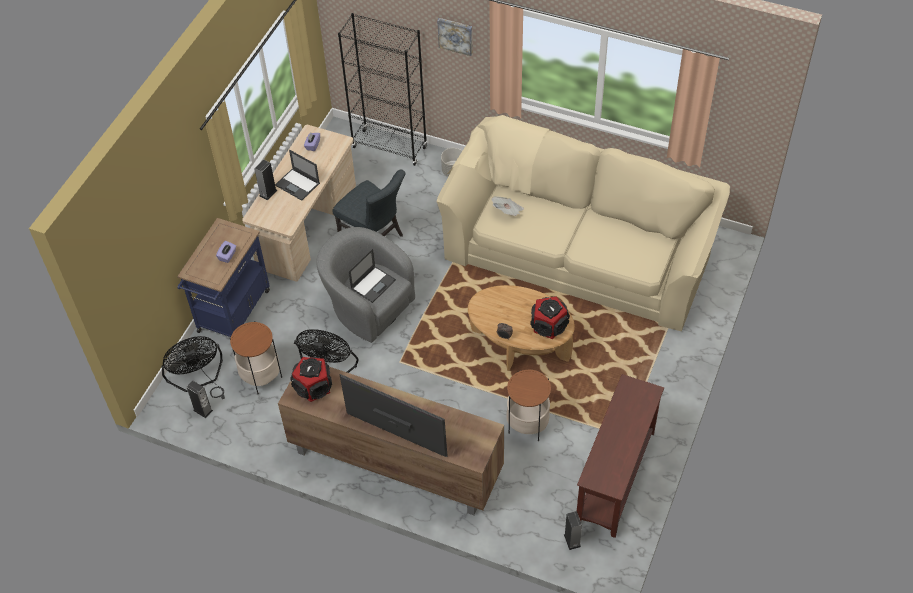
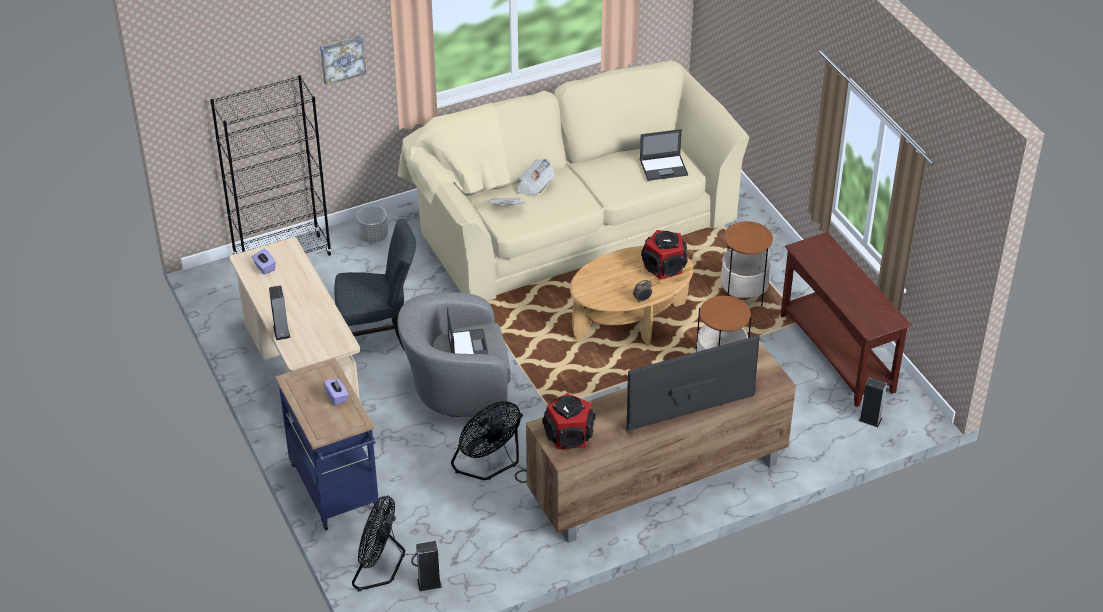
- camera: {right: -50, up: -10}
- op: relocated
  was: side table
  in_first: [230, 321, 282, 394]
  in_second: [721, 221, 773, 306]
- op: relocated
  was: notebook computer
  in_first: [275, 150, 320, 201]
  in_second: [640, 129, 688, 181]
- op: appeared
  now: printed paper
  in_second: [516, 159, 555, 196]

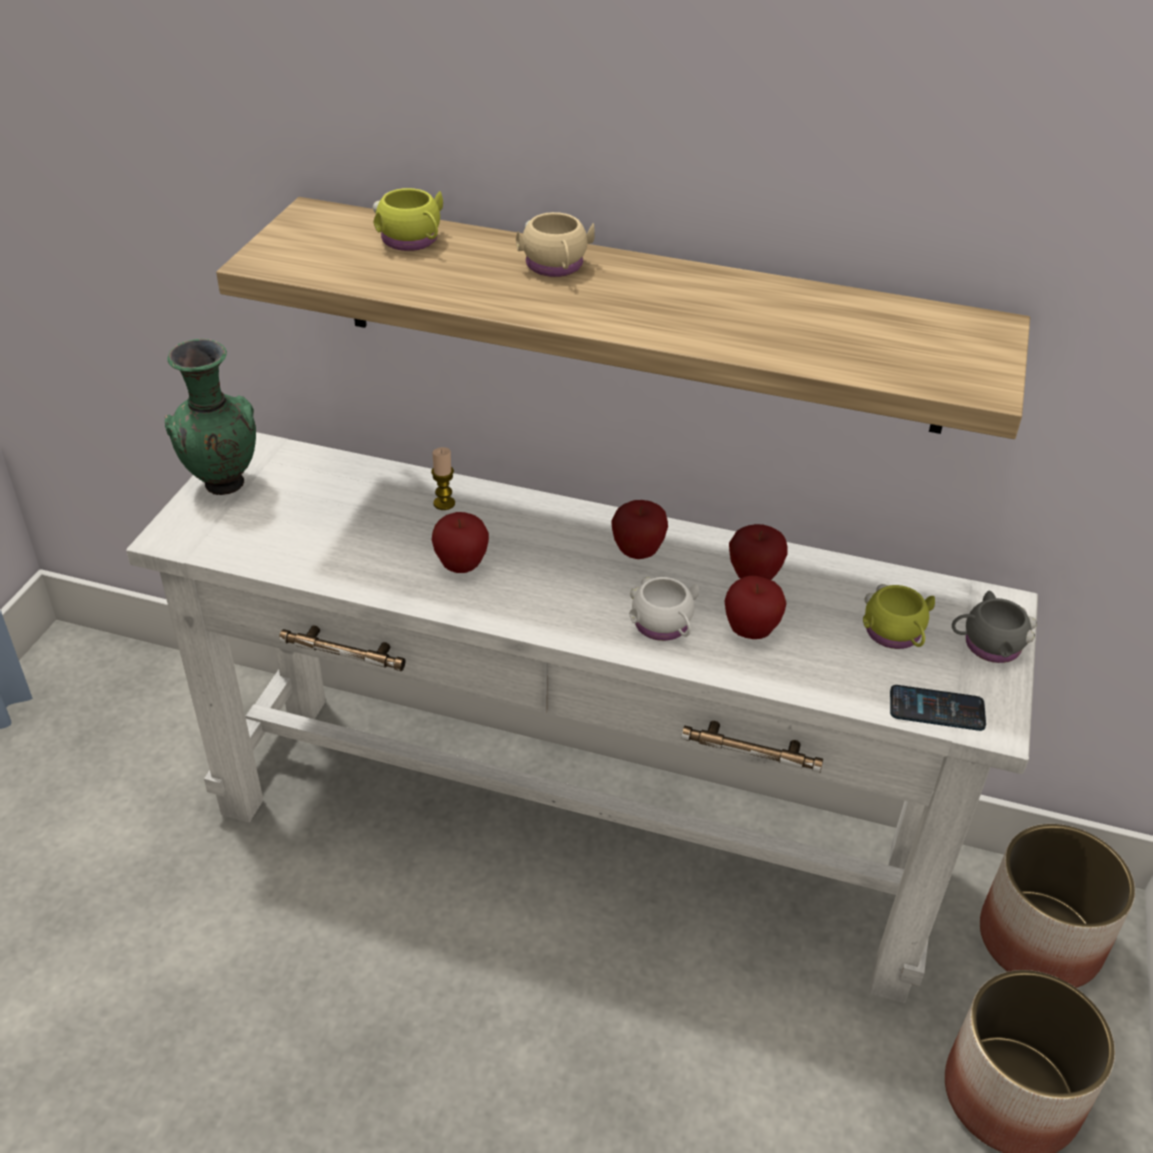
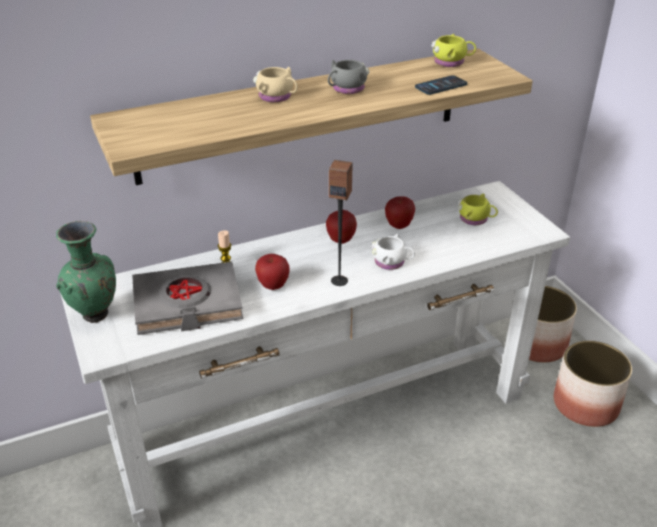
- camera: {right: -40, up: -5}
- op: relocated
  was: coffee mug (yellow-coloured)
  in_first: [373, 188, 443, 251]
  in_second: [431, 34, 476, 67]
- op: missing
  was: whole apple
  in_first: [724, 576, 787, 639]
- op: relocated
  was: handset
  in_first: [890, 685, 986, 731]
  in_second: [415, 75, 467, 95]
- op: relocated
  was: coffee mug (greyish)
  in_first: [952, 591, 1037, 663]
  in_second: [328, 60, 370, 94]
- op: appeared
  now: bound book (greyish)
  in_second: [132, 261, 243, 335]
- op: appeared
  now: speaker
  in_second: [329, 160, 353, 286]

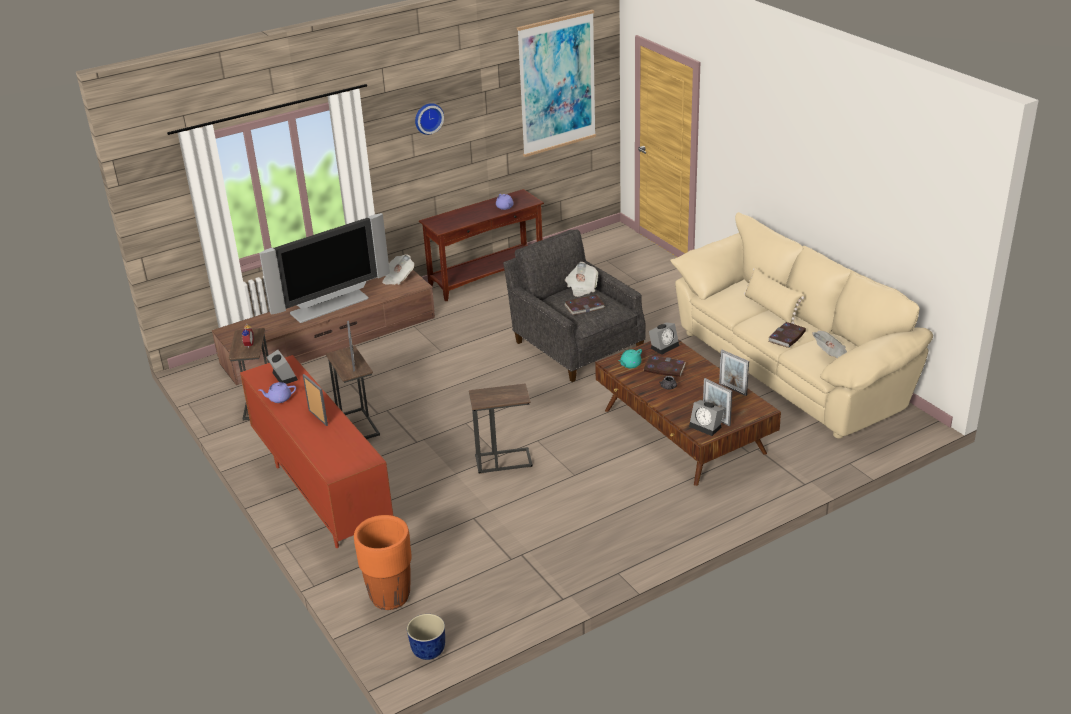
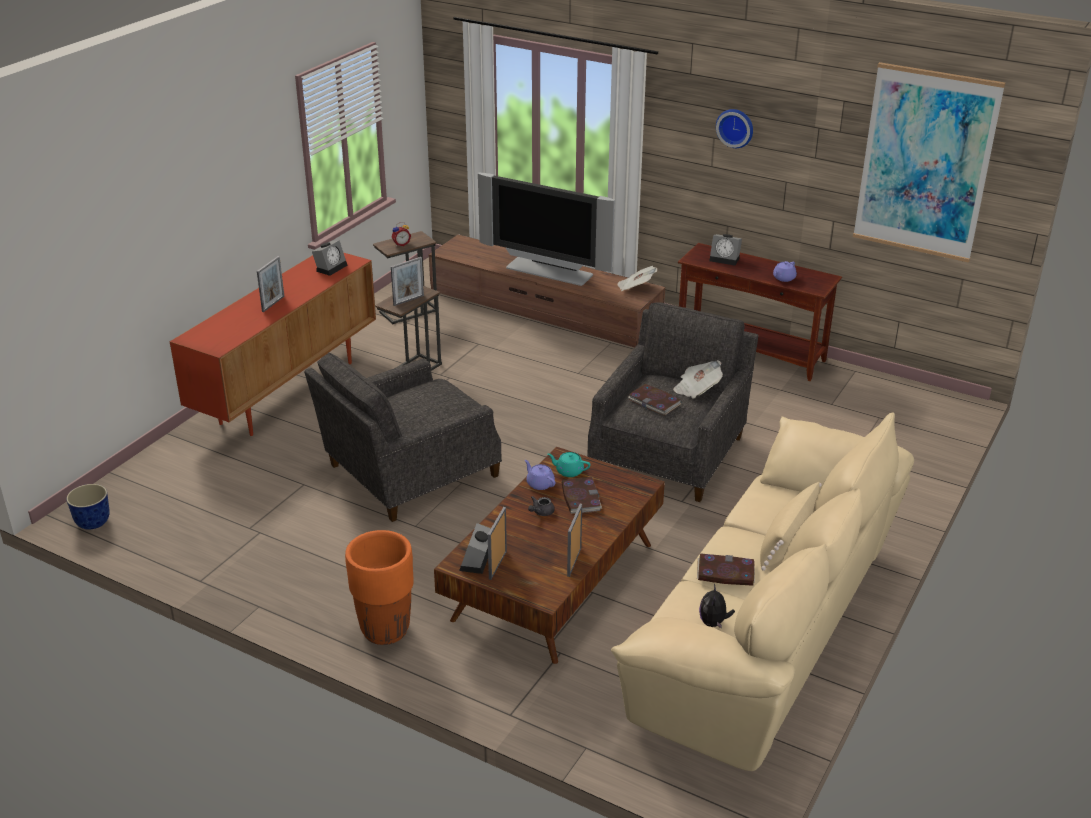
- camera: {right: 60, up: 0}
- op: relocated
  was: pot for tea (purplish)
  in_first: [259, 382, 296, 403]
  in_second: [525, 460, 555, 490]
- op: relocated
  was: flower pot (orange-coloured)
  in_first: [354, 515, 412, 610]
  in_second: [345, 530, 414, 645]
- op: exchanged
  was: side table (brownish)
  now: armchair (greyish)
  in_first: [469, 384, 533, 474]
  in_second: [304, 352, 502, 522]
- op: relocated
  was: table clock
  in_first: [649, 322, 679, 355]
  in_second: [709, 234, 742, 266]
- op: exchanged
  was: printed paper
  now: cuddly toy
  in_first: [812, 331, 847, 358]
  in_second: [699, 584, 735, 629]

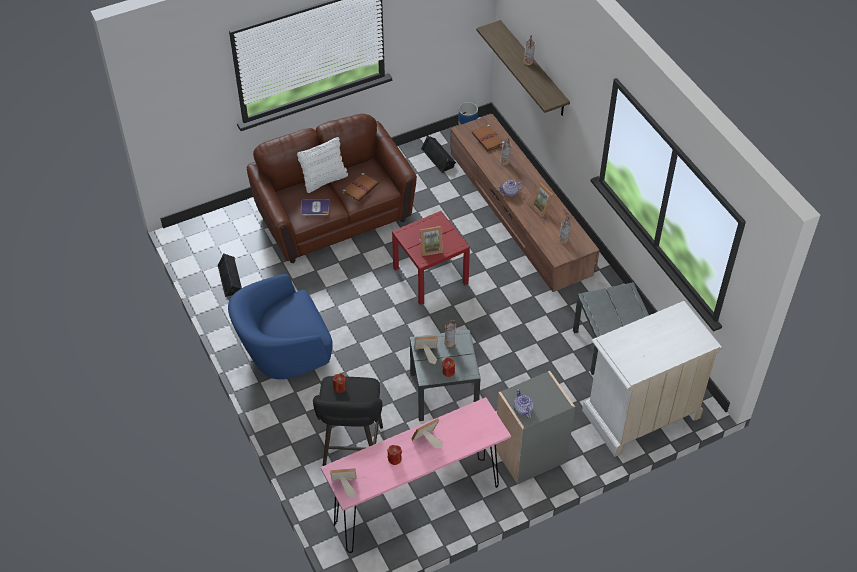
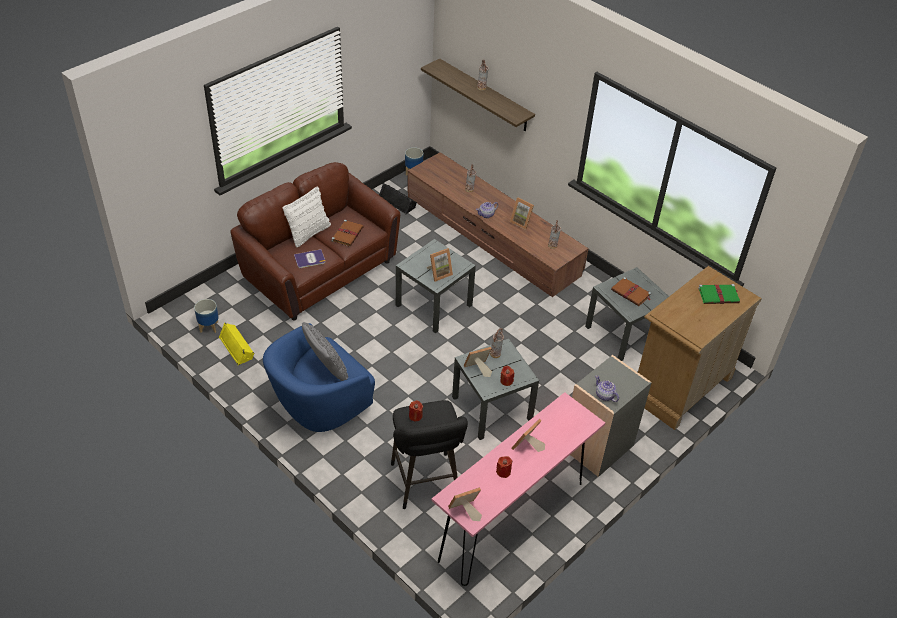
- camera: {right: -20, up: -5}
- op: colour
  was: speaker (blackish)
  now: speaker (yellow-coloured)
  in_first: [218, 253, 242, 297]
  in_second: [219, 323, 255, 365]
- op: colour
  was: side table (reddish)
  now: side table (greyish)
  in_first: [392, 211, 470, 305]
  in_second: [396, 239, 476, 333]
- op: relocated
  was: bound book (brownish)
  in_first: [472, 124, 504, 151]
  in_second: [611, 277, 651, 306]
- op: colour
  was: drawer chest (white-coloured)
  now: drawer chest (brownish)
  in_first: [582, 301, 722, 457]
  in_second: [638, 266, 762, 430]
- op: appeared
  now: flower pot
  in_second: [194, 299, 219, 333]
- op: appeared
  now: throw pillow (greyish)
  in_second: [302, 322, 348, 381]
- op: appeared
  now: bound book (greenish)
  in_second: [698, 284, 740, 304]

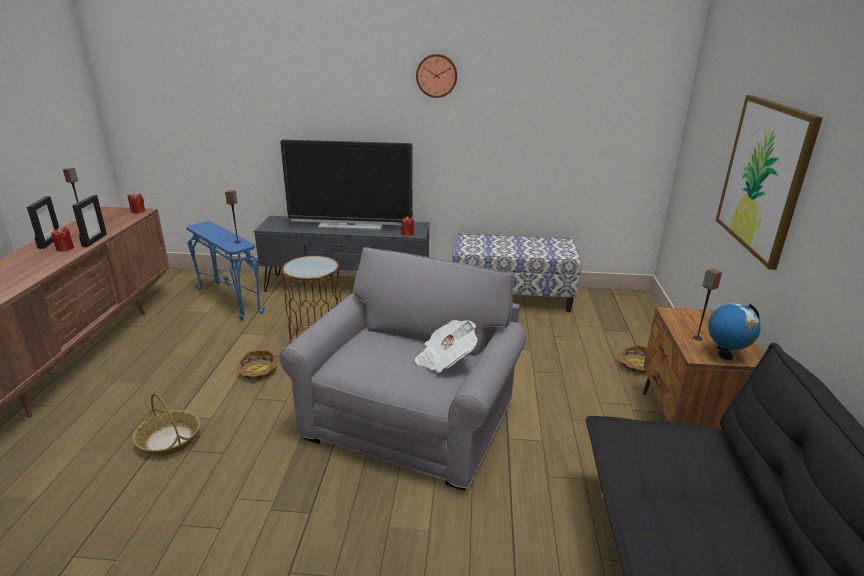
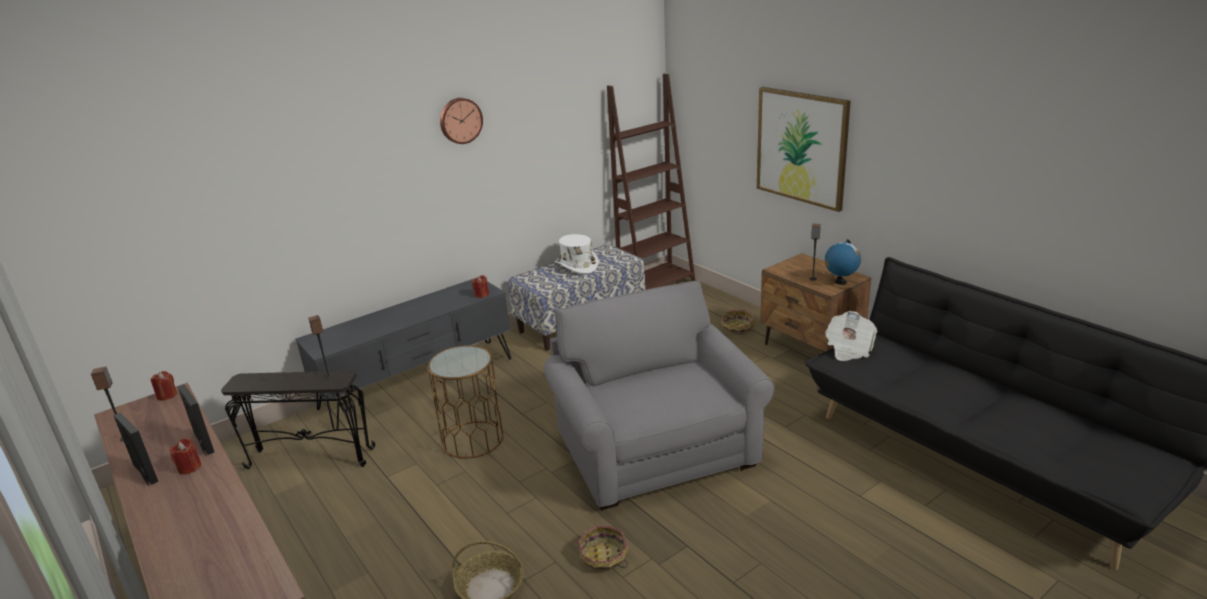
- camera: {right: -40, up: 0}
- op: colour
  was: side table (bluish)
  now: side table (blackish)
  in_first: [186, 221, 265, 320]
  in_second: [221, 370, 375, 469]
- op: relocated
  was: storage basket
  in_first: [237, 350, 277, 383]
  in_second: [578, 525, 629, 571]
- op: missing
  was: television
  in_first: [280, 140, 413, 231]
- op: relocated
  was: printed paper
  in_first: [415, 320, 478, 373]
  in_second: [825, 311, 877, 361]
- op: appeared
  now: wearable hat (white-coloured)
  in_second: [555, 234, 598, 274]
- op: appeared
  now: bookshelf (brownish)
  in_second: [607, 74, 695, 290]

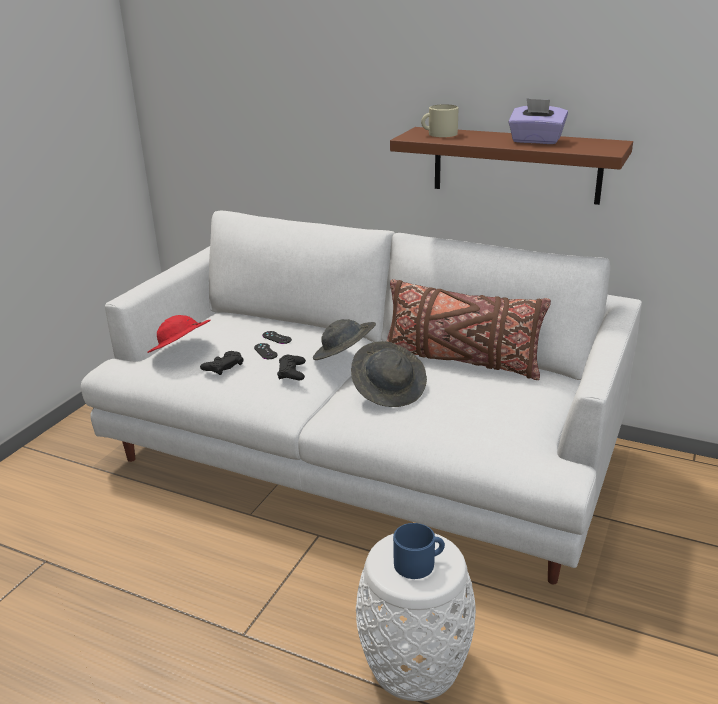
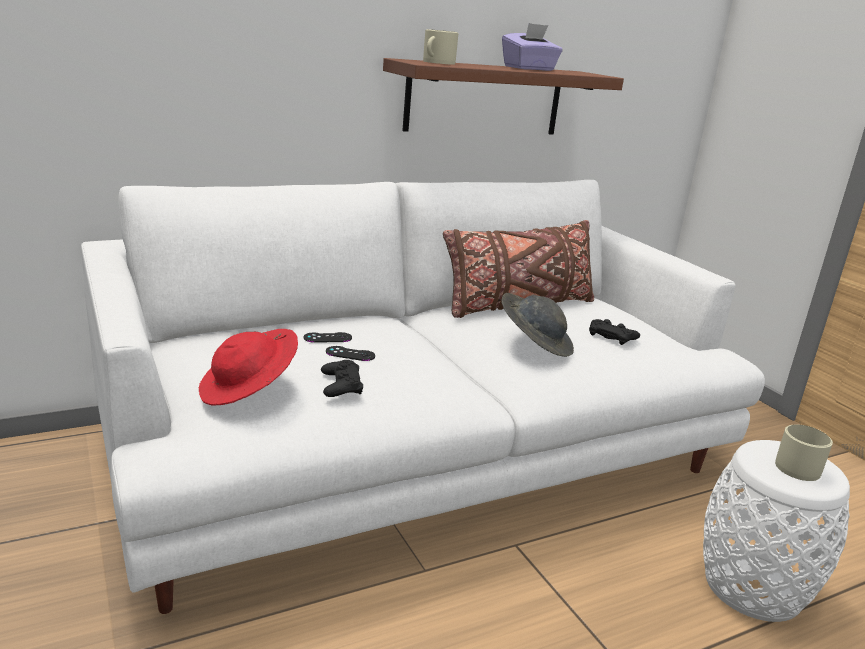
- camera: {right: -55, up: -5}
- op: relocated
  was: game controller (blackish)
  in_first: [277, 355, 306, 380]
  in_second: [589, 319, 640, 345]
- op: missing
  was: wearable hat (greyish)
  in_first: [313, 319, 376, 360]
- op: colour
  was: coffee mug (bluish)
  now: coffee mug (beige)
  in_first: [393, 523, 445, 579]
  in_second: [775, 424, 833, 481]

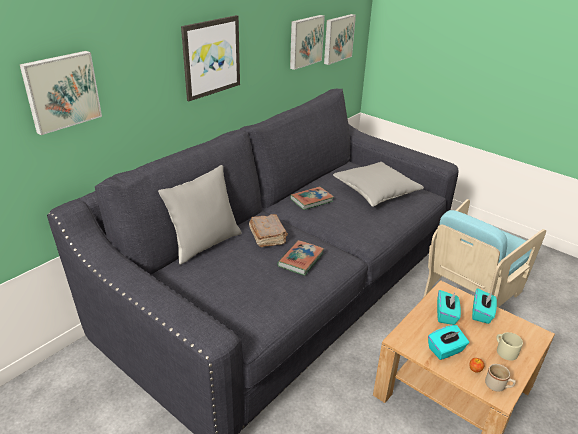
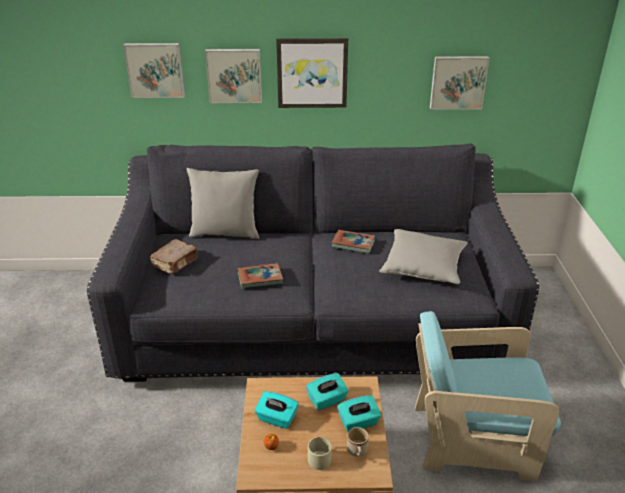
- camera: {right: 50, up: 0}
- op: relocated
  was: bound book (brownish)
  in_first: [249, 214, 288, 247]
  in_second: [150, 239, 198, 274]
- op: relocated
  was: picture
  in_first: [324, 14, 356, 65]
  in_second: [205, 49, 262, 103]
- op: relocated
  was: coffee mug (beige)
  in_first: [485, 364, 516, 392]
  in_second: [347, 427, 369, 457]

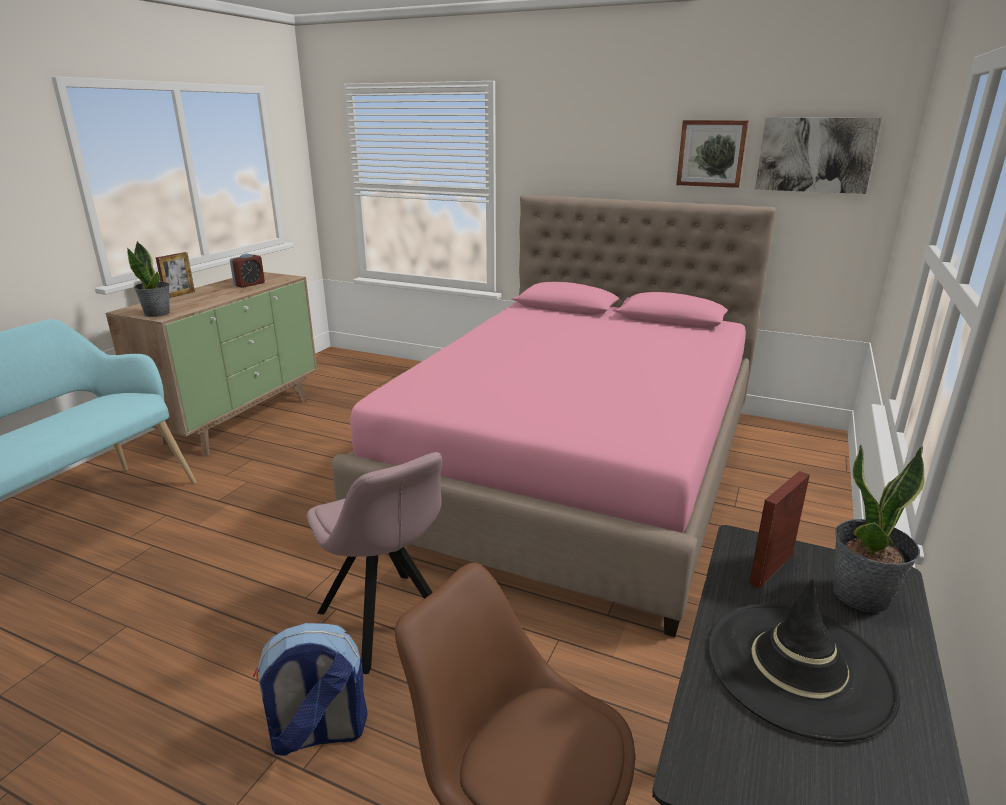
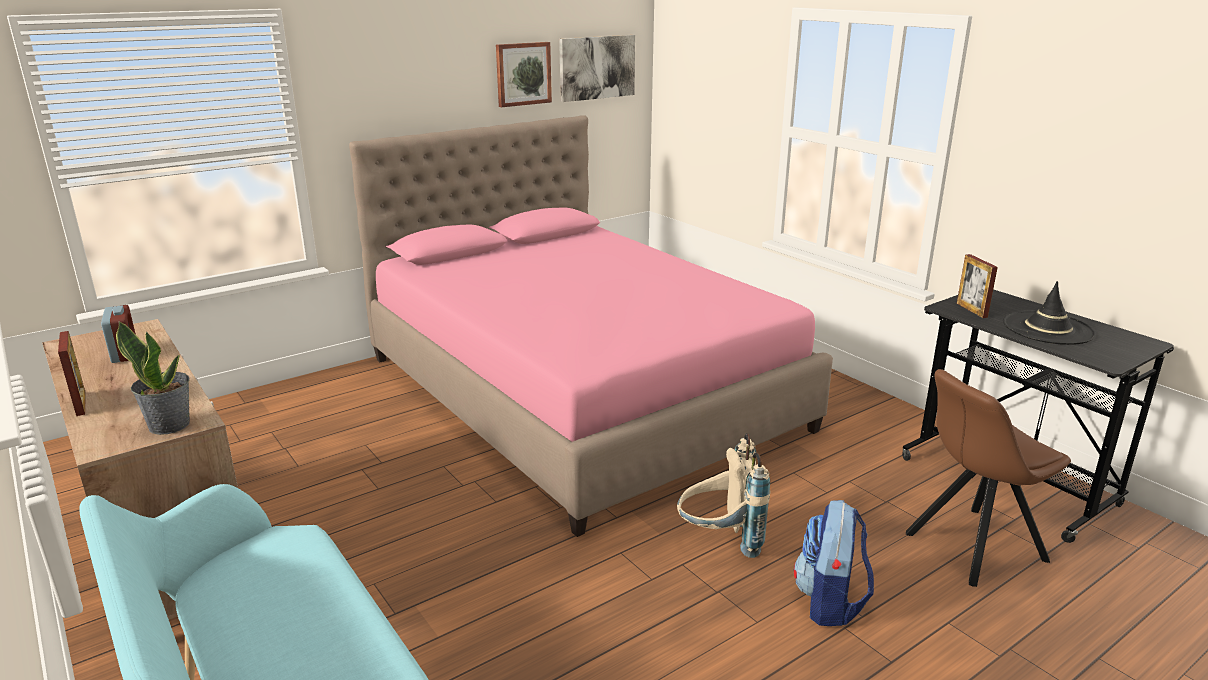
- camera: {right: -60, up: 0}
- op: exchanged
  was: chair (pink)
  now: backpack (beige)
  in_first: [307, 452, 442, 674]
  in_second: [677, 433, 771, 558]
- op: missing
  was: houseplant
  in_first: [833, 445, 924, 613]

